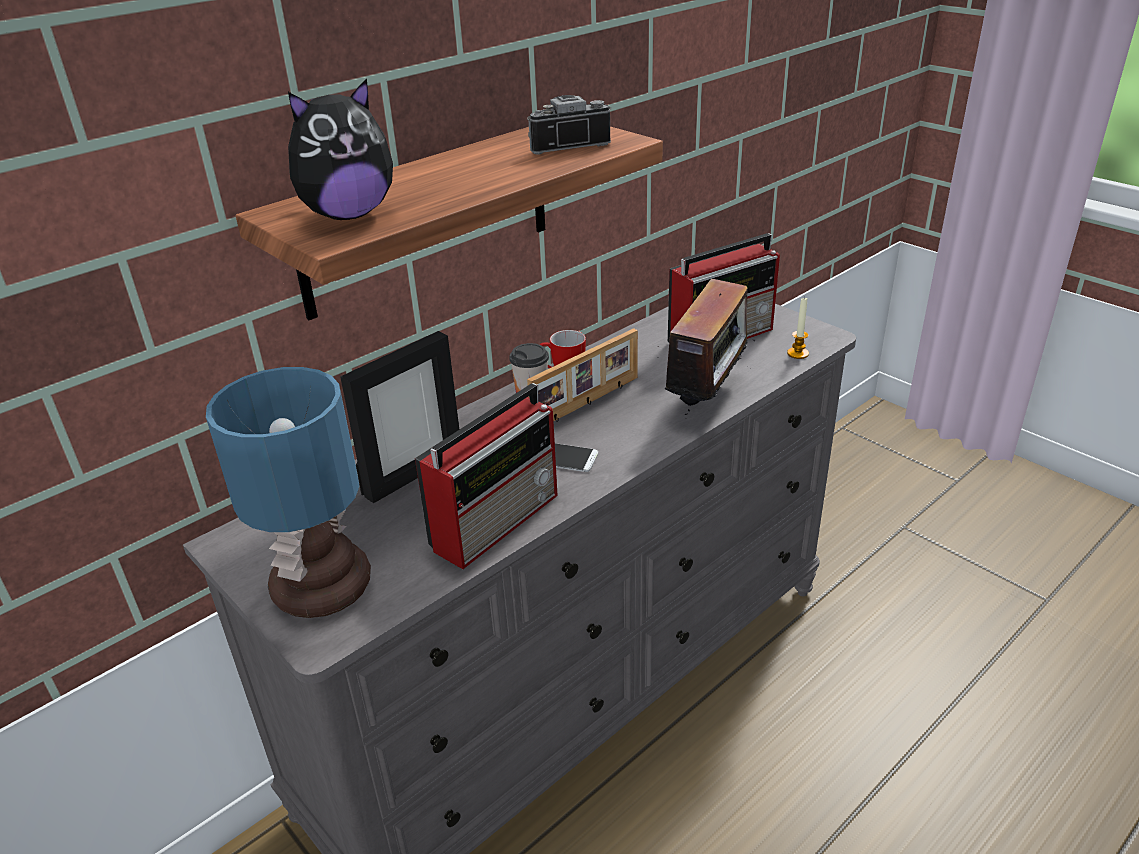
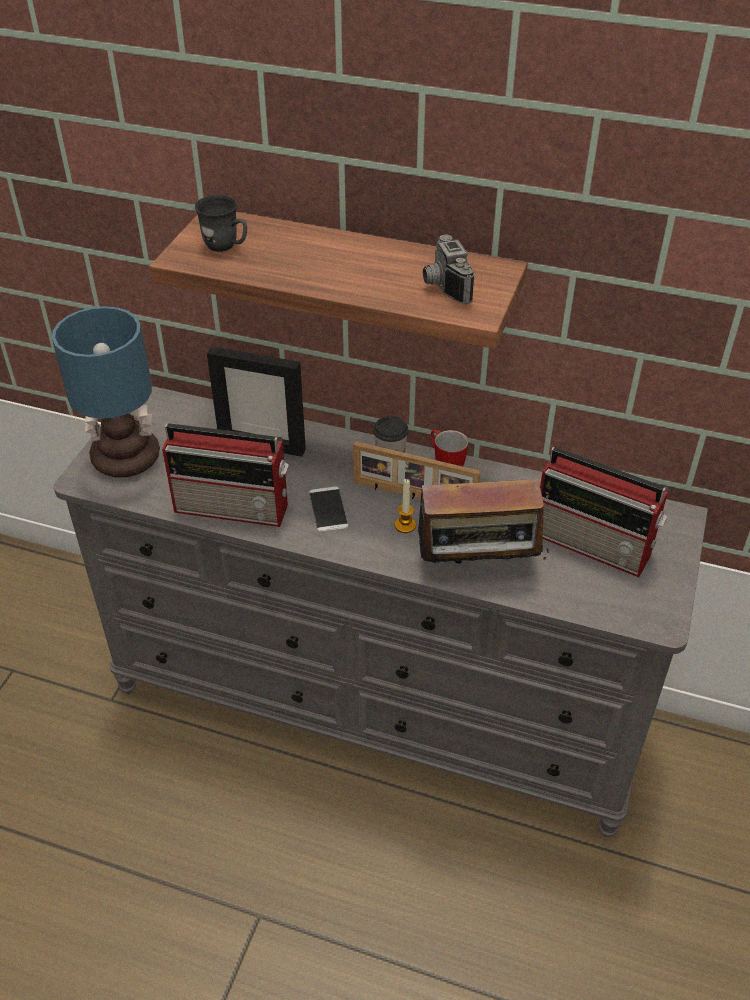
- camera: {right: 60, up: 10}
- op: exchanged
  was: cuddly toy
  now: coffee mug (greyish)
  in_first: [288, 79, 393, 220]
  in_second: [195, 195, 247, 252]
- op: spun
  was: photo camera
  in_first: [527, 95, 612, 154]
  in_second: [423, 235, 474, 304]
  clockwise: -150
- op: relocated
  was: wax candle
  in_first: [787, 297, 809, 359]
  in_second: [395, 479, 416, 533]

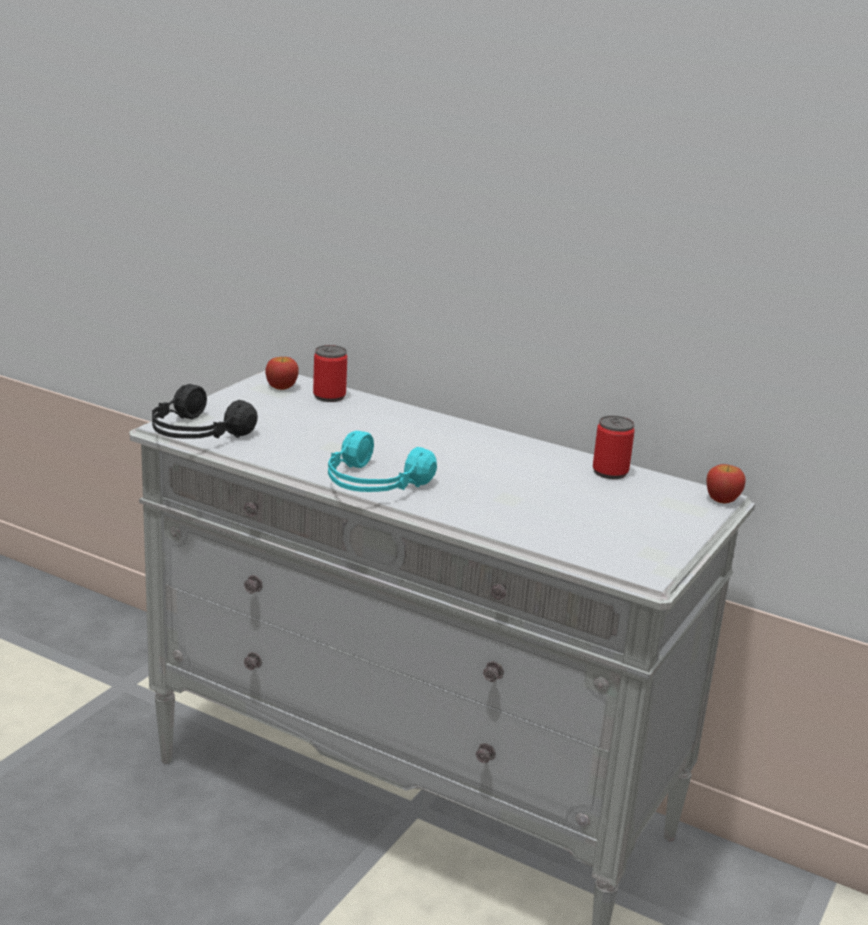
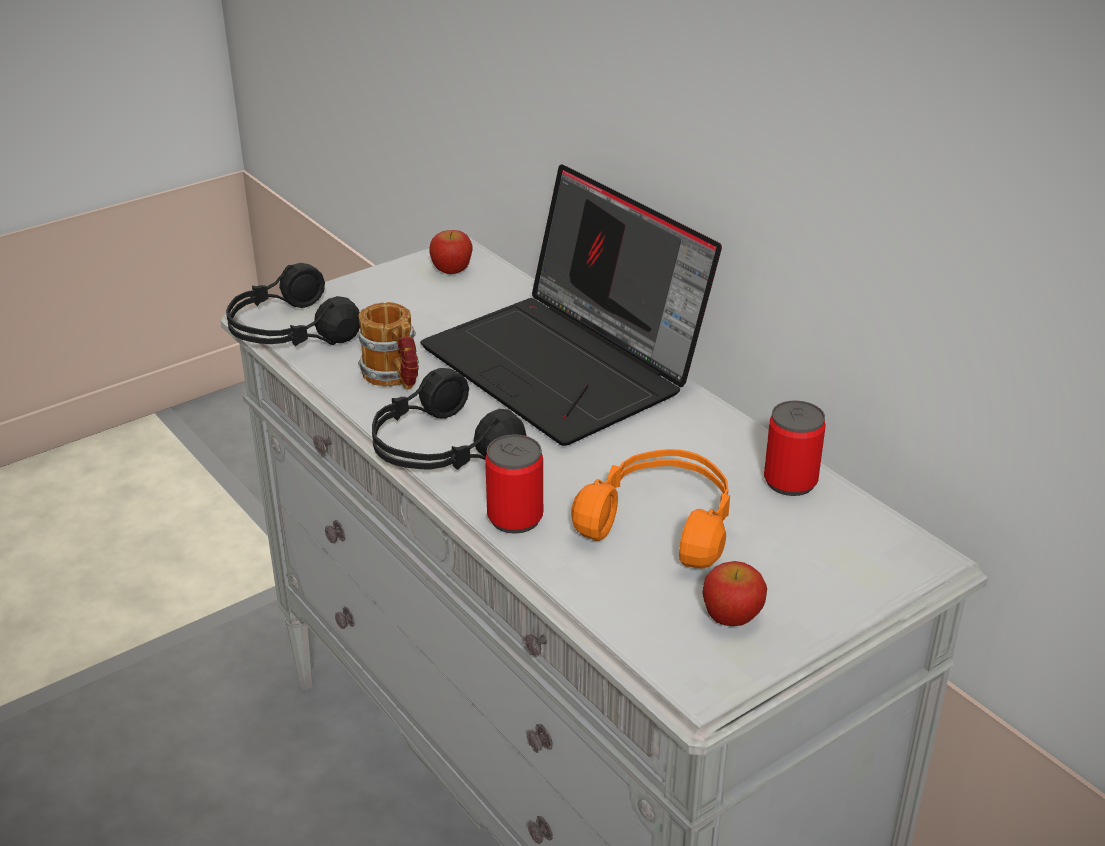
- camera: {right: 25, up: 10}
- op: relocated
  was: metal can
  in_first: [313, 345, 347, 402]
  in_second: [485, 434, 543, 534]
- op: colour
  was: headphones (turquoise)
  now: headphones (blackish)
  in_first: [328, 431, 437, 492]
  in_second: [372, 368, 526, 470]
- op: relocated
  was: whole apple
  in_first: [706, 464, 746, 503]
  in_second: [703, 561, 767, 626]
- op: appeared
  now: coffee mug
  in_second: [357, 302, 419, 390]
- op: appeared
  now: notebook computer
  in_second: [420, 164, 722, 446]
- op: appeared
  now: headphones (orange-coloured)
  in_second: [571, 449, 730, 569]

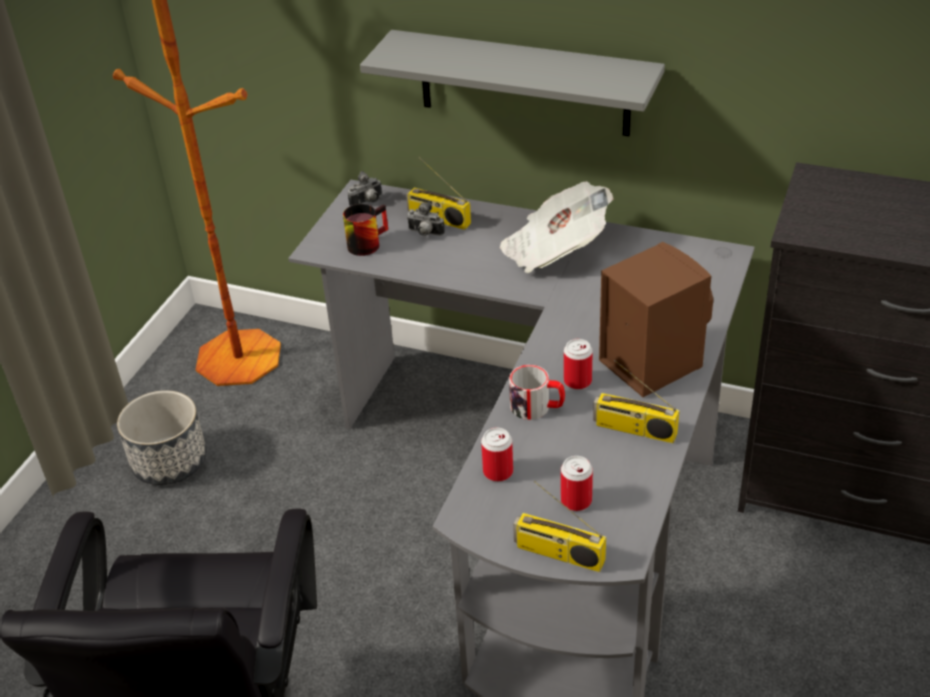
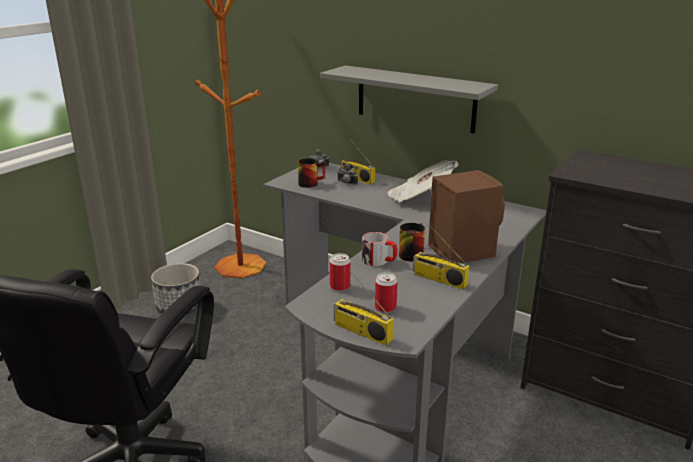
- camera: {right: 10, up: -15}
- op: exchanged
  was: metal can
  now: coffee mug
  in_first: [564, 339, 593, 390]
  in_second: [399, 223, 425, 261]

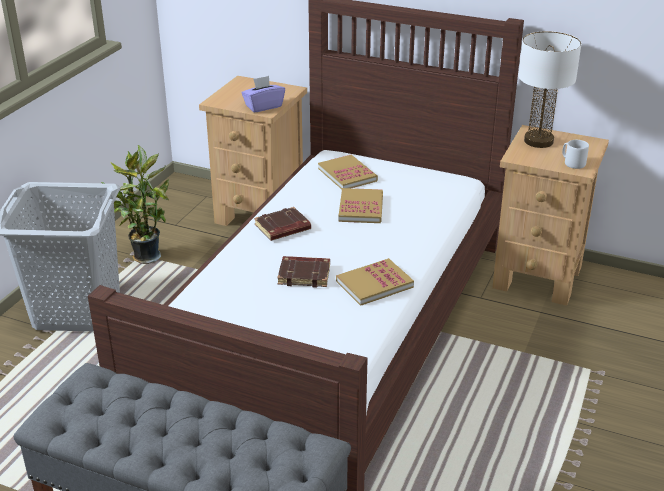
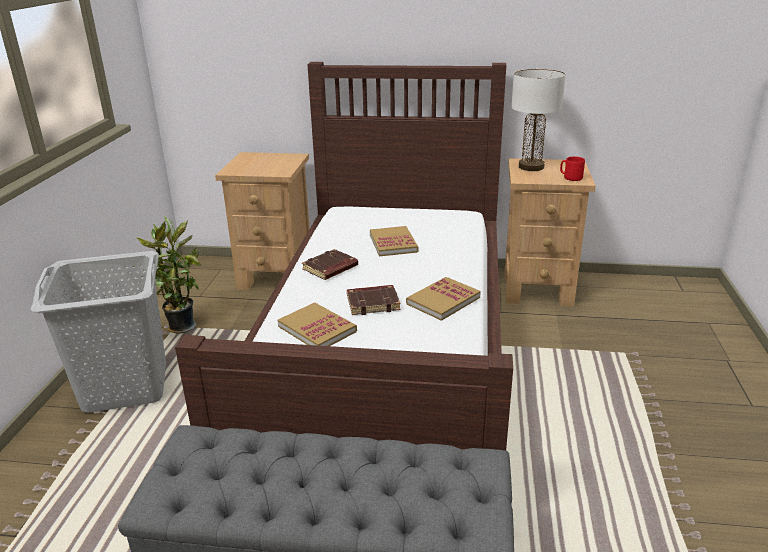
- camera: {right: -15, up: -5}
- op: missing
  was: tissue holder (purplish)
  in_first: [242, 76, 285, 113]
- op: relocated
  was: bound book
  in_first: [318, 155, 378, 189]
  in_second: [278, 303, 357, 346]
- op: colour
  was: coffee mug (greyish)
  now: coffee mug (reddish)
  in_first: [562, 140, 589, 169]
  in_second: [560, 156, 585, 181]

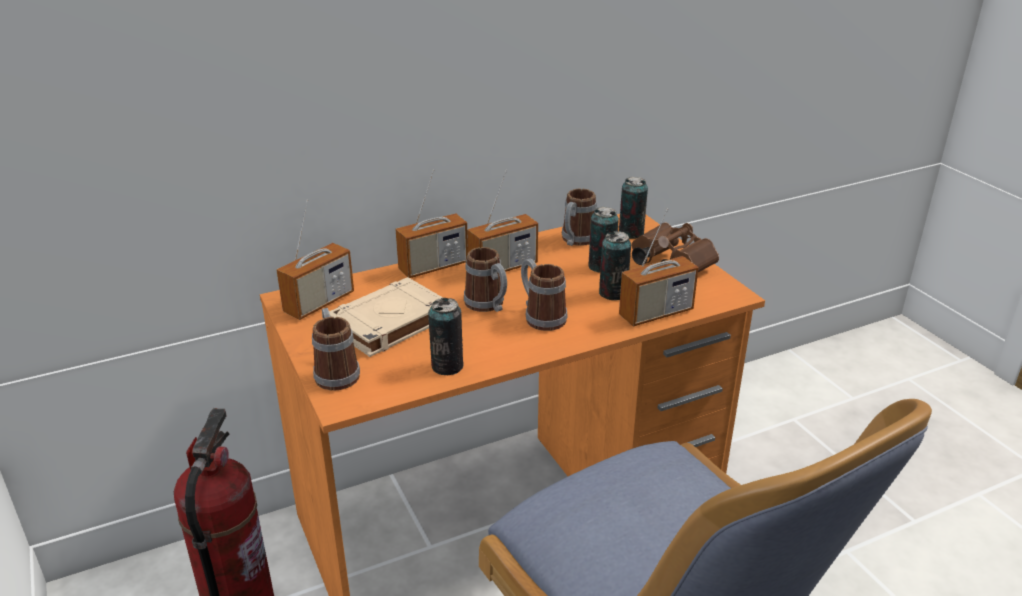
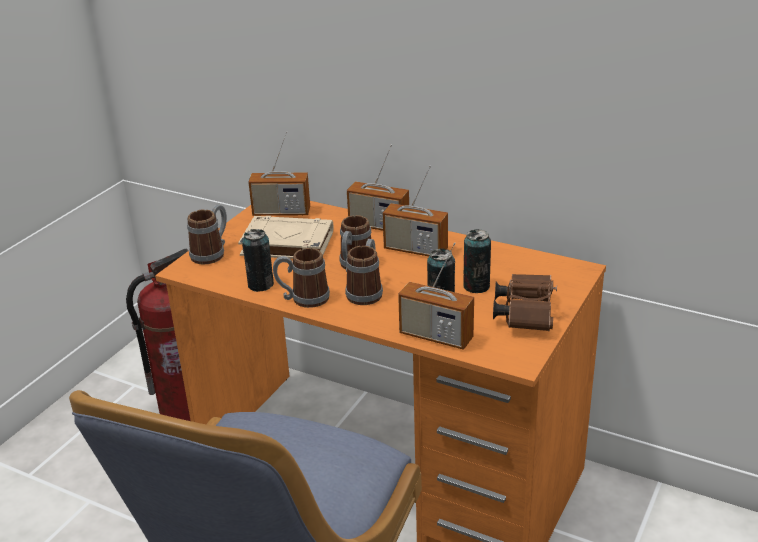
- camera: {right: 55, up: 0}
- op: relocated
  was: coffee mug
  in_first: [562, 189, 597, 246]
  in_second: [273, 248, 330, 308]
- op: missing
  was: metal can
  in_first: [619, 177, 648, 239]

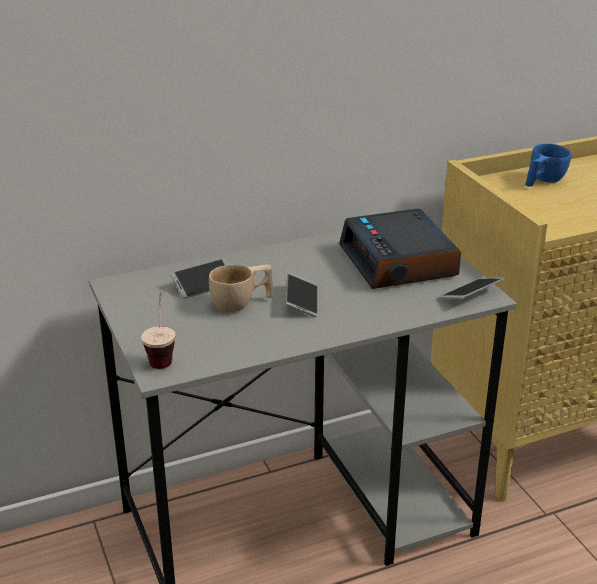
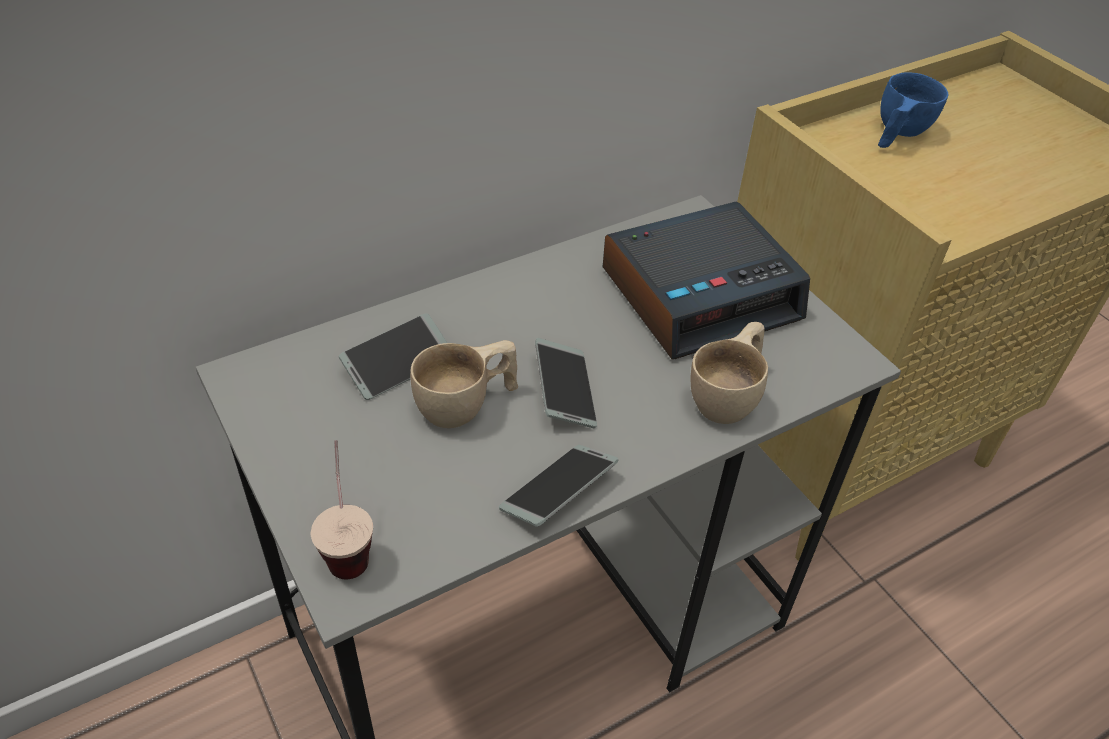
- camera: {right: -10, up: 15}
- op: spun
  was: table clock
  in_first: [339, 209, 461, 289]
  in_second: [603, 201, 810, 360]
  clockwise: -90
- op: relocated
  was: handset
  in_first: [438, 277, 504, 299]
  in_second: [499, 445, 619, 526]
- op: appeared
  now: cup (beige)
  in_second: [691, 322, 768, 424]

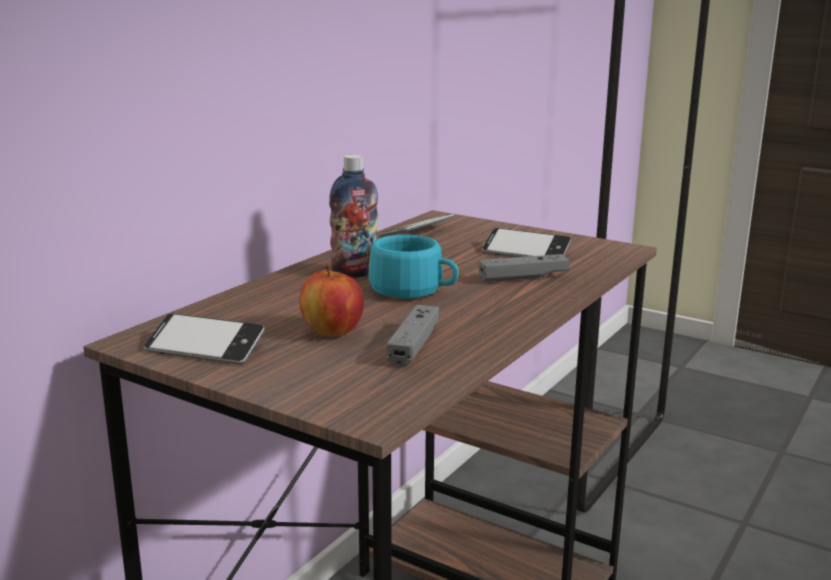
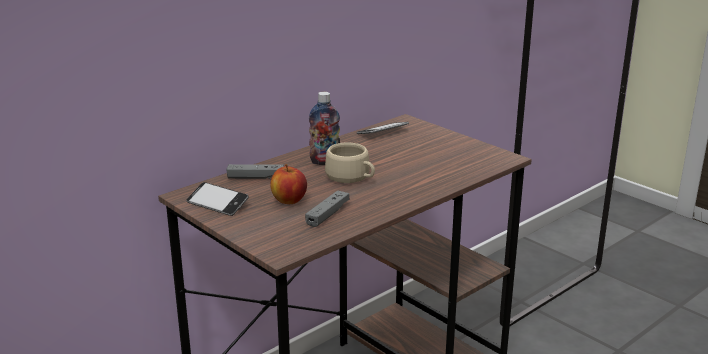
- camera: {right: 15, up: 5}
- op: colour
  was: cup (turquoise)
  now: cup (beige)
  in_first: [369, 235, 459, 299]
  in_second: [325, 143, 375, 183]
- op: relocated
  was: game controller (greyish)
  in_first: [479, 254, 569, 282]
  in_second: [226, 164, 284, 179]
- op: missing
  was: handset
  in_first: [482, 228, 571, 257]

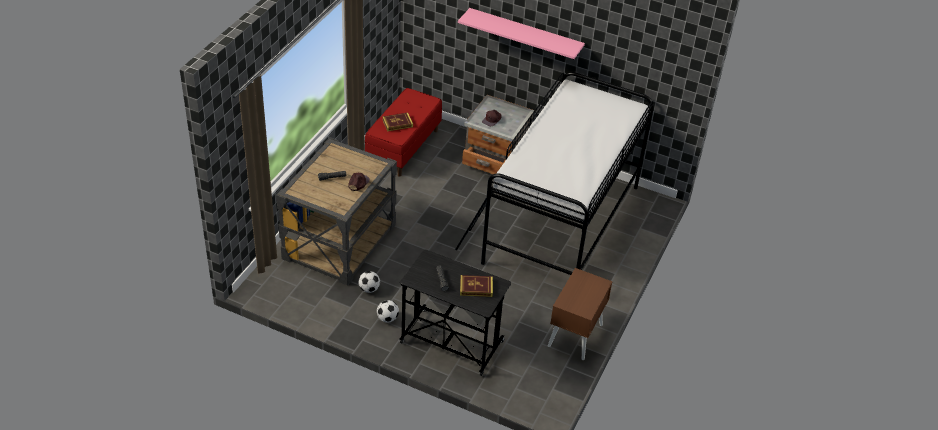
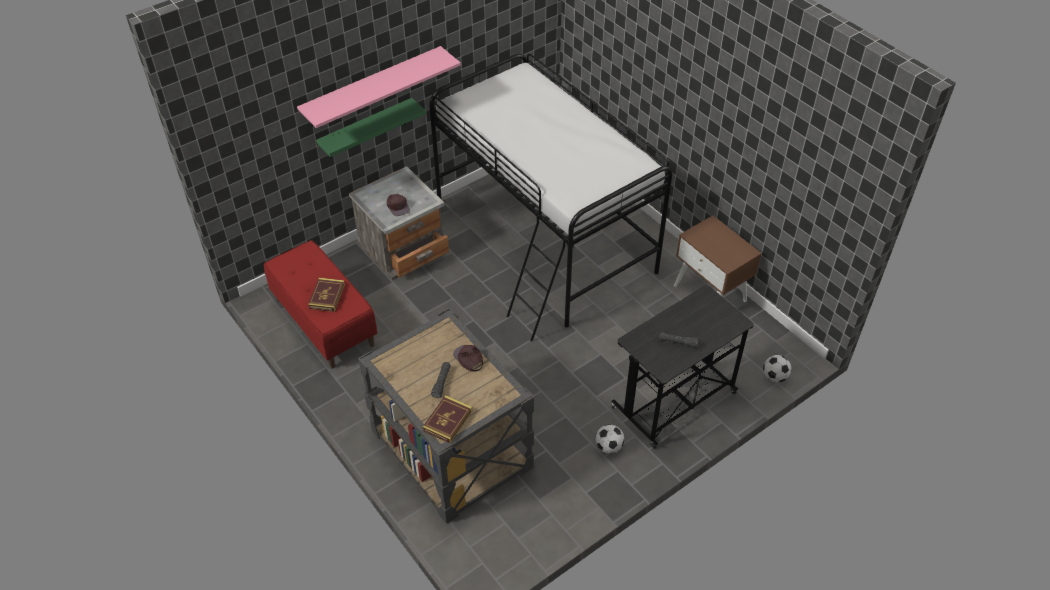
- camera: {right: -60, up: 5}
- op: relocated
  was: football
  in_first: [358, 271, 380, 293]
  in_second: [763, 355, 791, 382]
- op: relocated
  was: bound book
  in_first: [460, 275, 493, 297]
  in_second: [423, 395, 472, 443]
- op: appeared
  now: wall shelf (greenish)
  in_second: [316, 98, 426, 158]

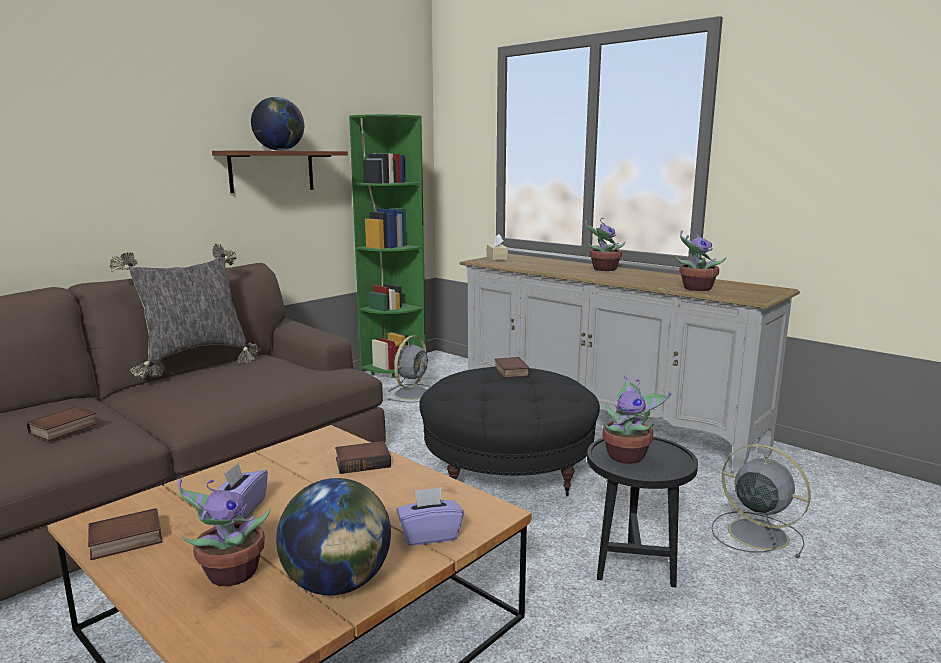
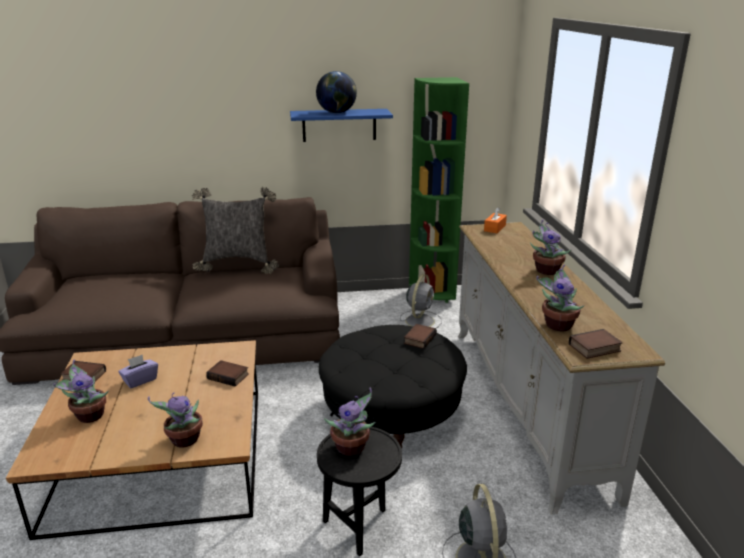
- camera: {right: 40, up: 10}
- op: relocated
  was: bound book
  in_first: [27, 407, 98, 441]
  in_second: [569, 329, 623, 359]
- op: colour
  was: wall shelf (brownish)
  now: wall shelf (bluish)
  in_first: [212, 150, 348, 193]
  in_second: [290, 109, 393, 142]
- op: missing
  was: desk globe
  in_first: [276, 478, 391, 595]
- op: spun
  was: cooling fan (greyish)
  in_first: [387, 335, 431, 403]
  in_second: [400, 274, 442, 328]
  clockwise: -45
- op: exchanged
  was: tissue holder (purplish)
  now: houseplant
  in_first: [396, 487, 464, 546]
  in_second: [148, 392, 203, 448]
- op: colour
  was: tissue holder (beige)
  now: tissue holder (orange-coloured)
  in_first: [487, 234, 508, 261]
  in_second: [484, 207, 507, 233]

